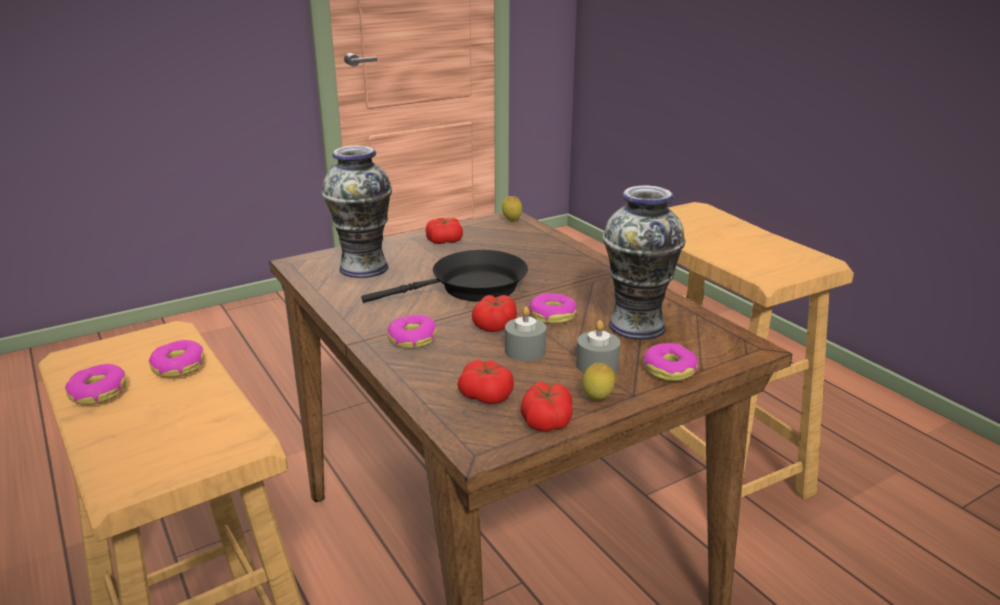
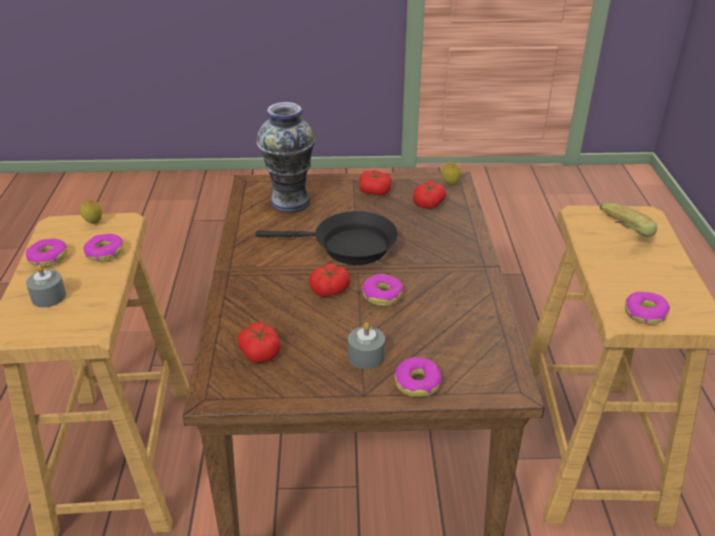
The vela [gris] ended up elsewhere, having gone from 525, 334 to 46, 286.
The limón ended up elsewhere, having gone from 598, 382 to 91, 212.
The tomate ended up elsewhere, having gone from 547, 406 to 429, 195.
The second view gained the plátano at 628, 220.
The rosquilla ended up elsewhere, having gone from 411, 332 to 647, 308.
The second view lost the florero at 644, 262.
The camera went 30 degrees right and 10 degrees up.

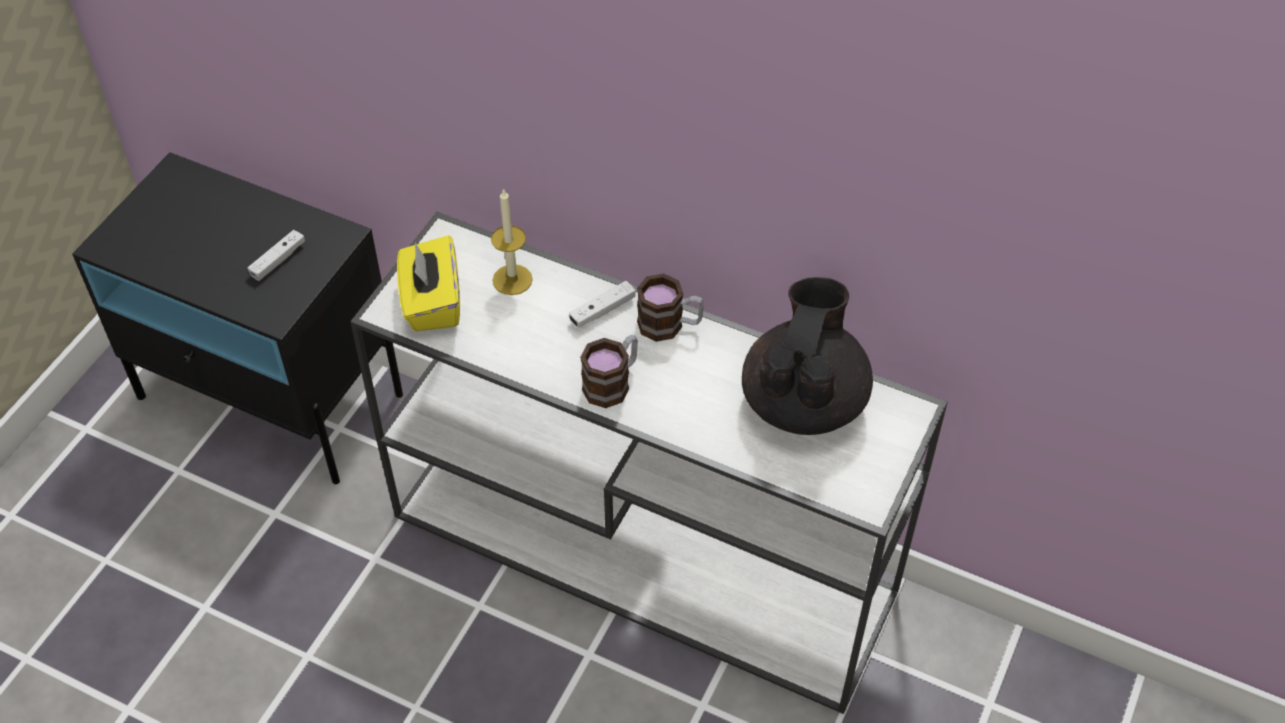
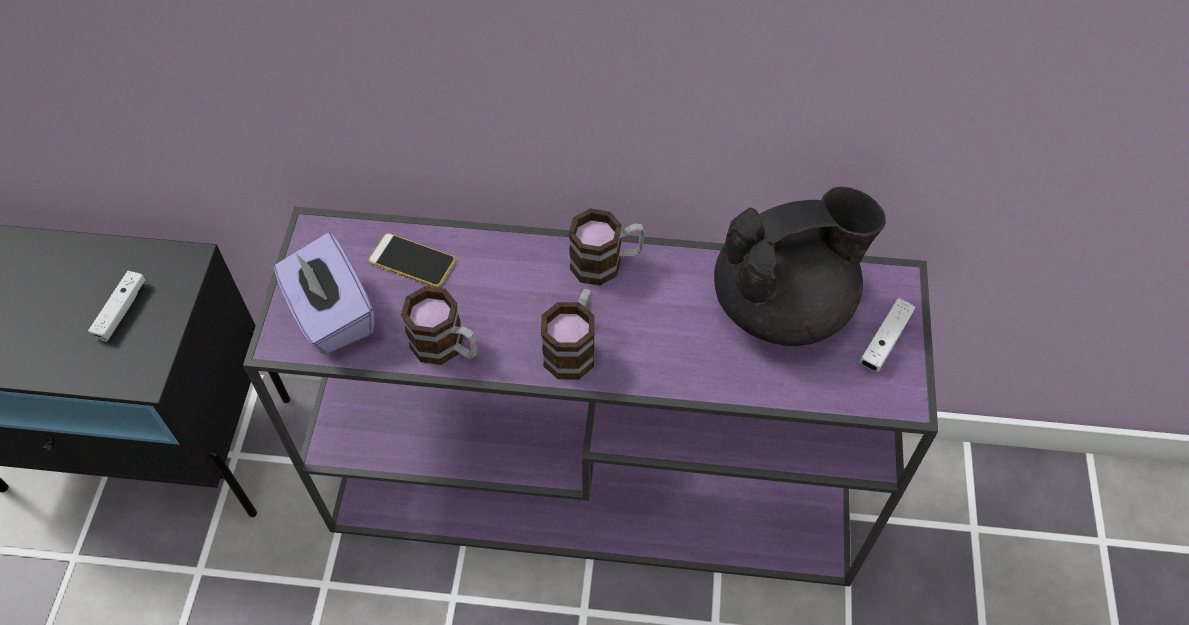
What was the mesa consola [blanco] at 649, 463 turned into the mesa consola [morado] at 590, 396.
What was the caja de pañuelos [amarillo] at 428, 283 turned into the caja de pañuelos [morado] at 324, 293.
Where the vela stood at 512, 241, the móvil came to stand at 412, 260.
The second view gained the taza grande at 439, 325.
The tetera [negro] at 807, 356 ended up facing another way, 75 degrees clockwise from before.
The mando de consola [blanco] ended up elsewhere, having gone from 602, 304 to 887, 335.
The camera went 20 degrees left and 5 degrees up.

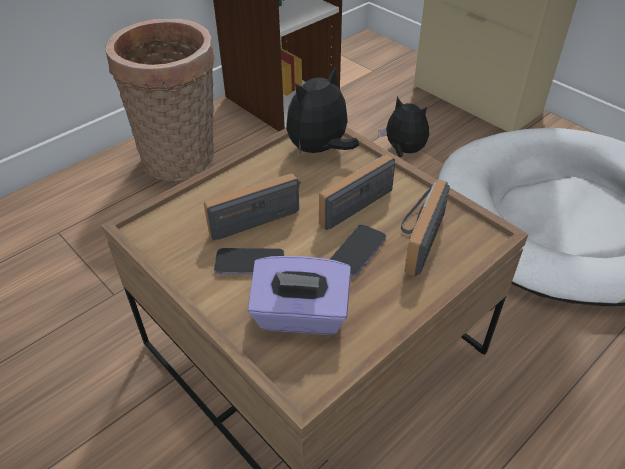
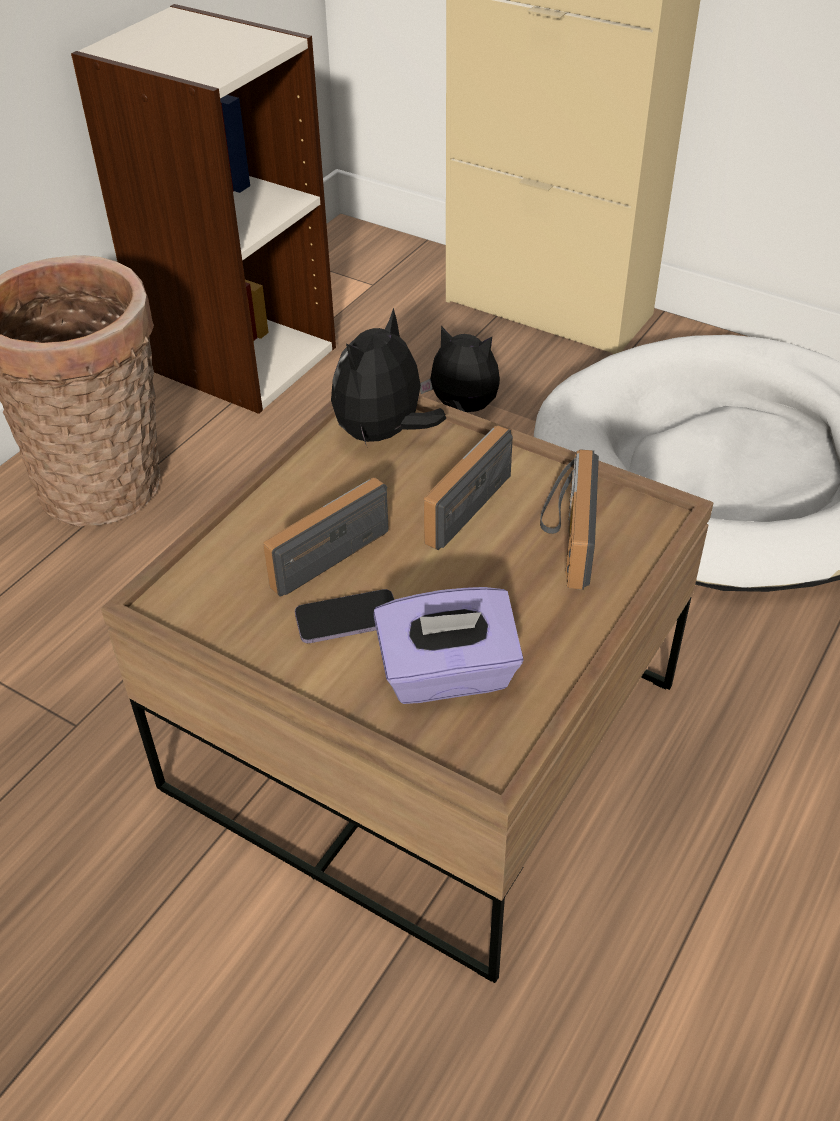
The second view lost the móvil at 358, 250.
The camera went 15 degrees left and 0 degrees up.

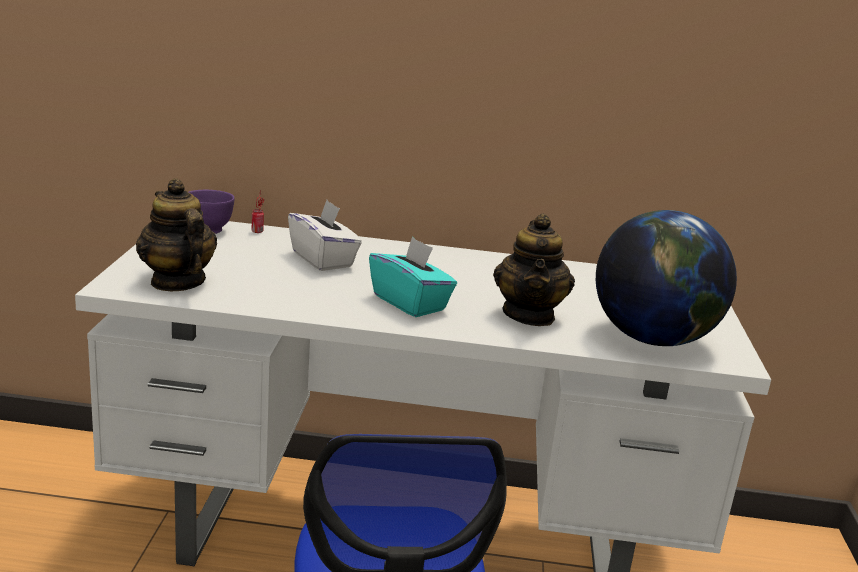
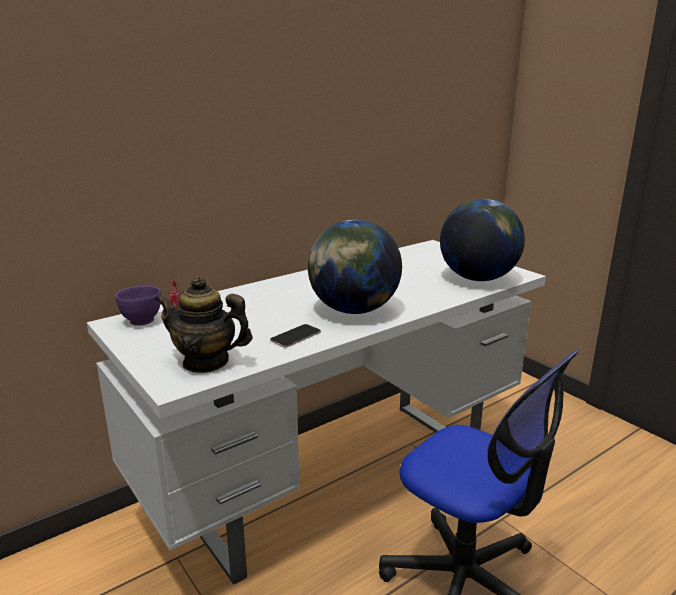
The second view gained the móvil at 295, 335.
Where the caja de pañuelos [turquesa] stood at 413, 277, the globo terráqueo came to stand at 355, 267.
The second view lost the caja de pañuelos [blanco] at 325, 235.
The second view lost the tetera at 534, 269.
The camera went 40 degrees left and 0 degrees up.

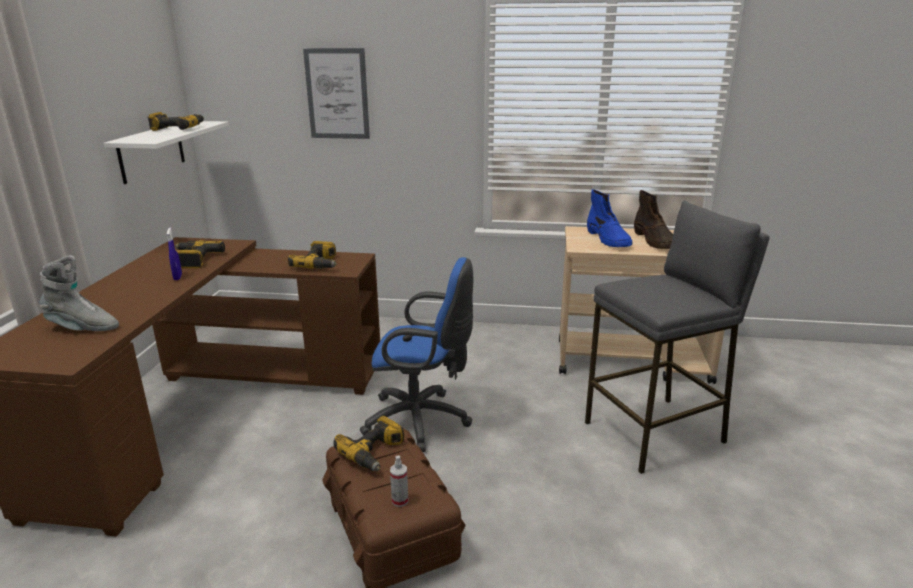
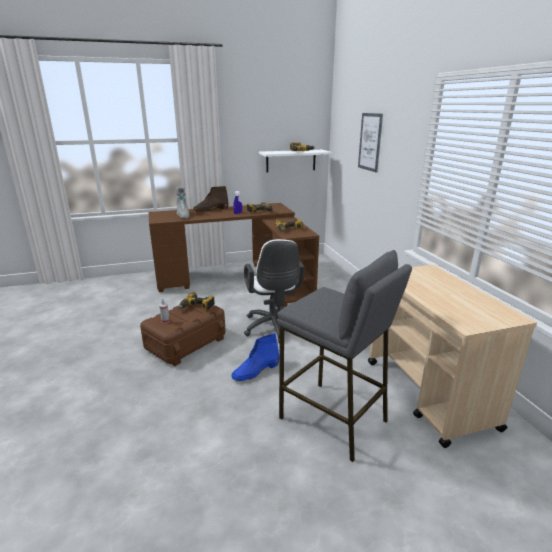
The bota [marrón] ended up elsewhere, having gone from 653, 219 to 210, 199.
The bota [azul] ended up elsewhere, having gone from 610, 218 to 255, 357.
What was the silla de oficina [azul] at 416, 354 turned into the silla de oficina [blanco] at 274, 291.
The camera went 65 degrees right and 0 degrees up.

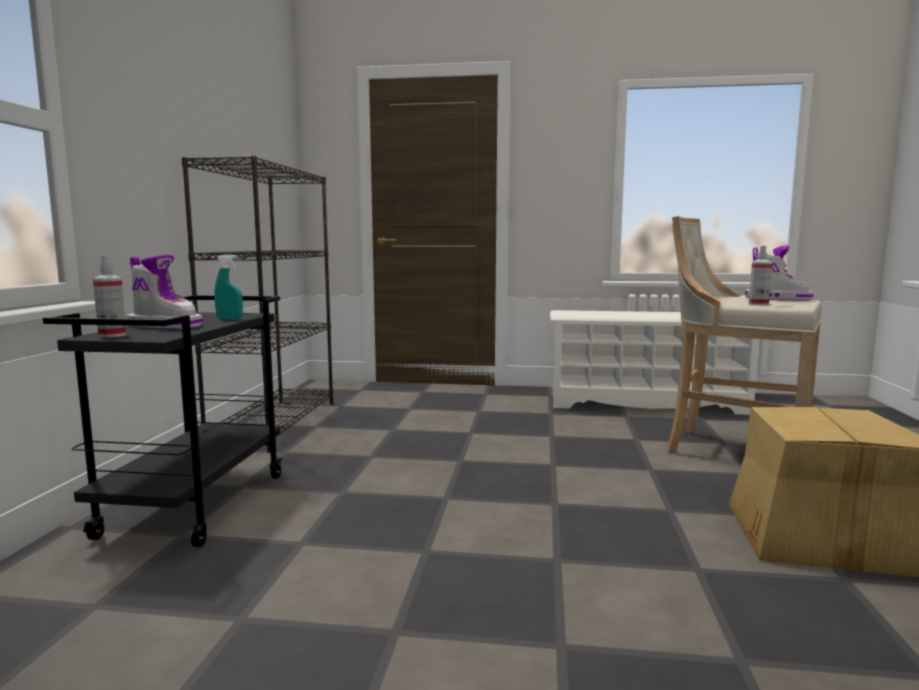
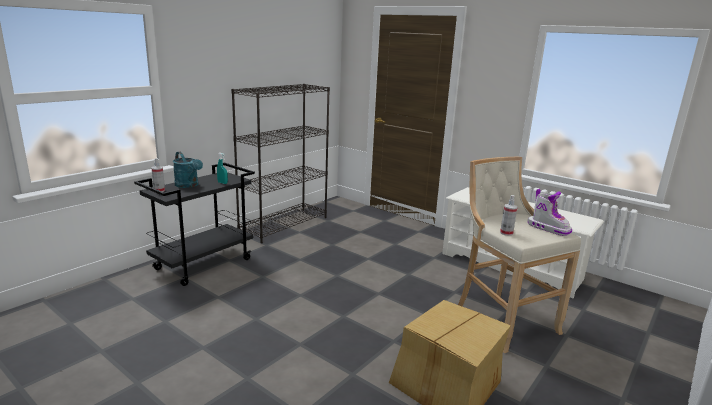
Where the bota stood at 164, 292, the regadera [turquesa] came to stand at 188, 170.
The camera went 30 degrees right and 10 degrees up.

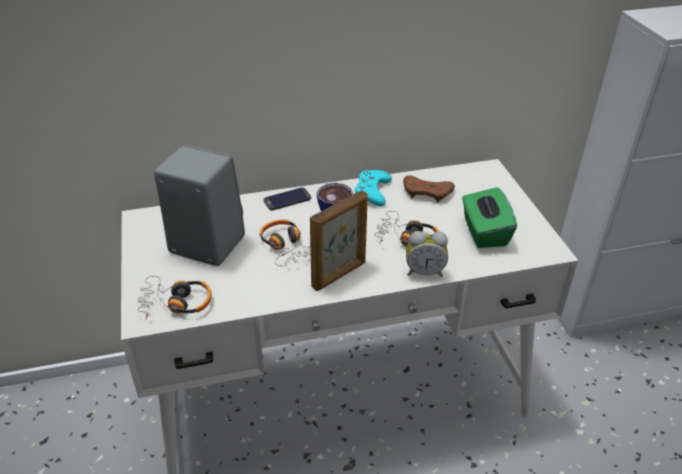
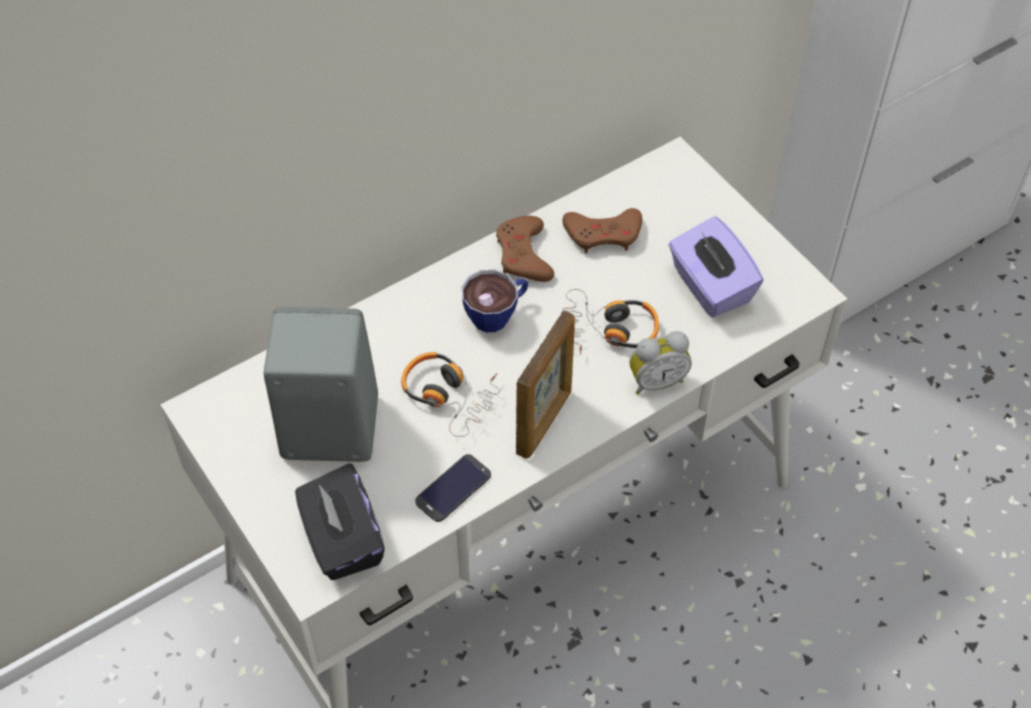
Where the auriculares stood at 174, 297, the caja de pañuelos [negro] came to stand at 340, 521.
The móvil ended up elsewhere, having gone from 287, 198 to 453, 488.
What was the mando de consola [turquesa] at 373, 188 turned into the mando de consola [marrón] at 525, 249.
What was the caja de pañuelos [verde] at 489, 217 turned into the caja de pañuelos [morado] at 716, 266.
The camera went 20 degrees left and 15 degrees up.

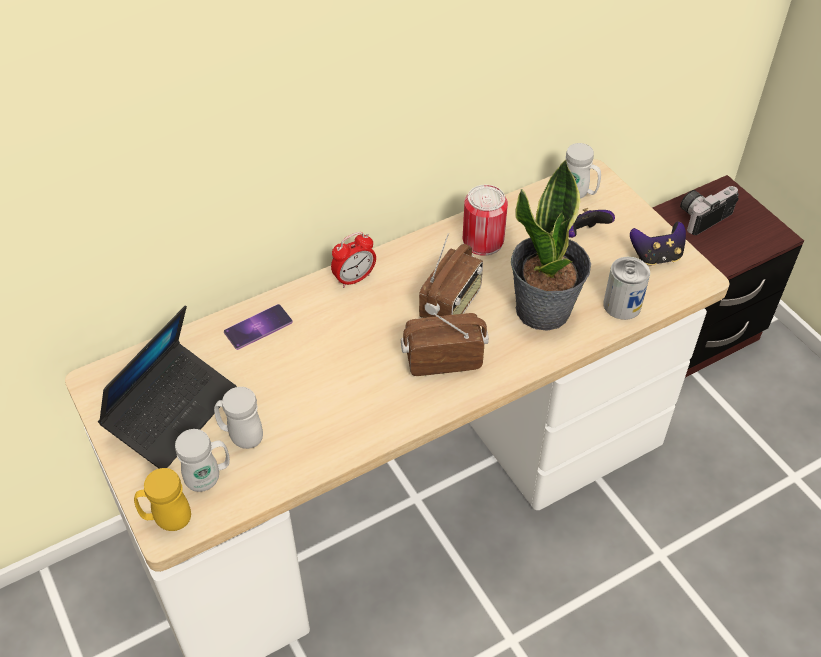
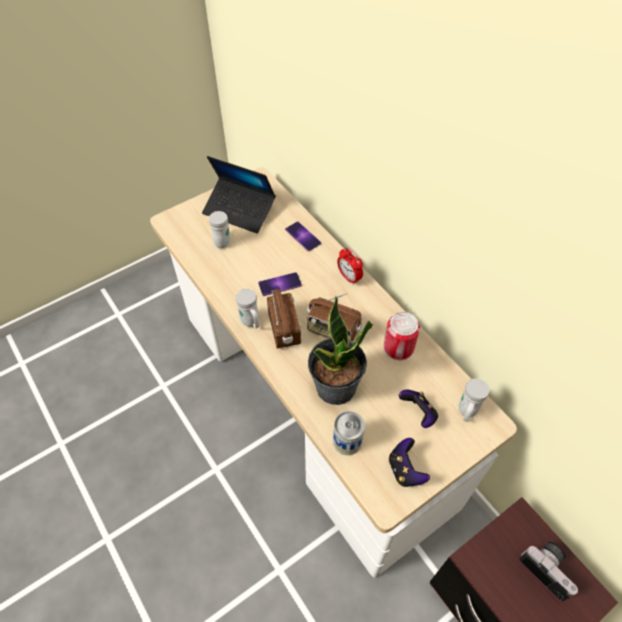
The taza grande [blanco] ended up elsewhere, having gone from 202, 460 to 247, 308.
The second view gained the móvil at 280, 284.
The second view lost the taza grande [amarillo] at 162, 499.
The camera went 85 degrees right and 5 degrees up.

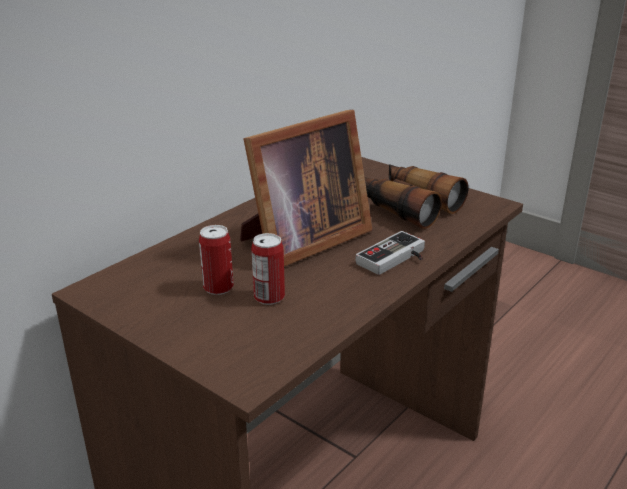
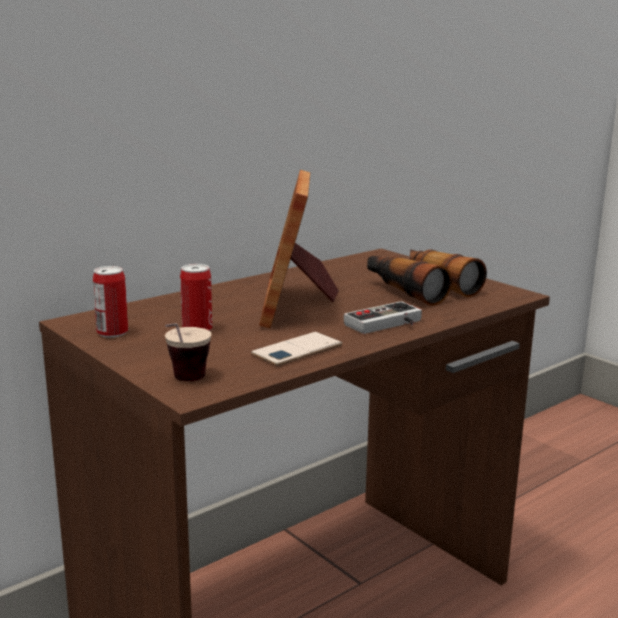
The lata ended up elsewhere, having gone from 268, 269 to 110, 302.
The second view gained the taza at 188, 352.
The second view gained the móvil at 296, 349.
The portarretratos at 306, 188 ended up facing another way, 120 degrees clockwise from before.
The camera went 10 degrees right and 10 degrees down.

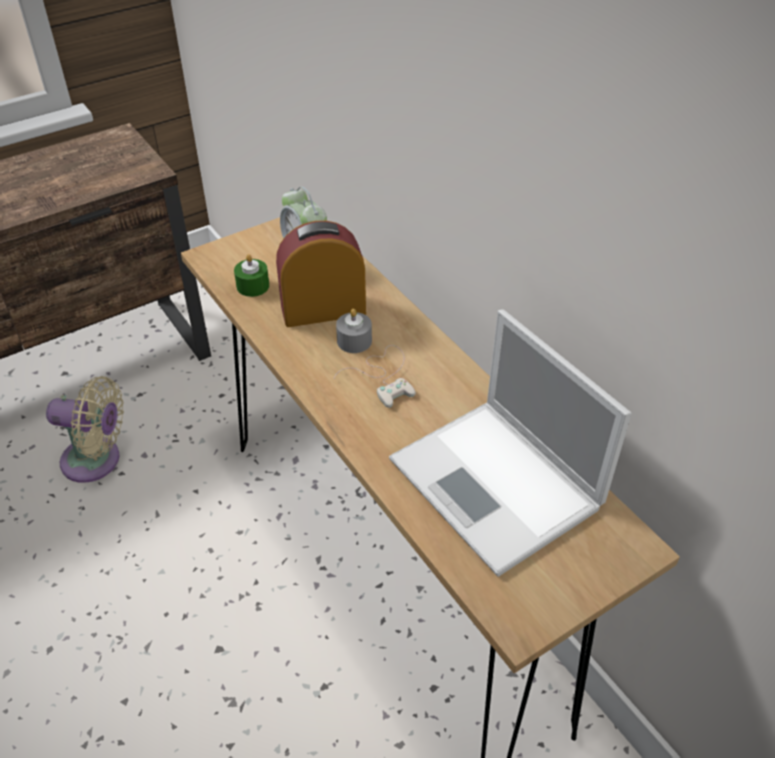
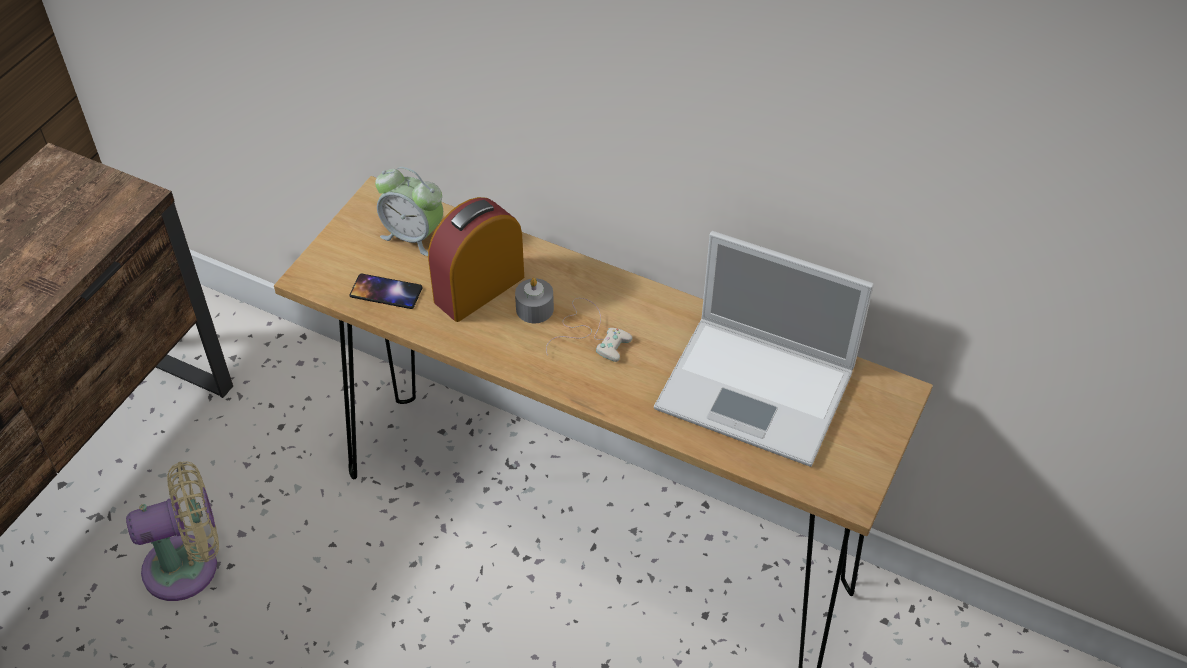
Where the vela [verde] stood at 251, 275, the móvil came to stand at 386, 291.
The camera went 30 degrees left and 5 degrees up.

